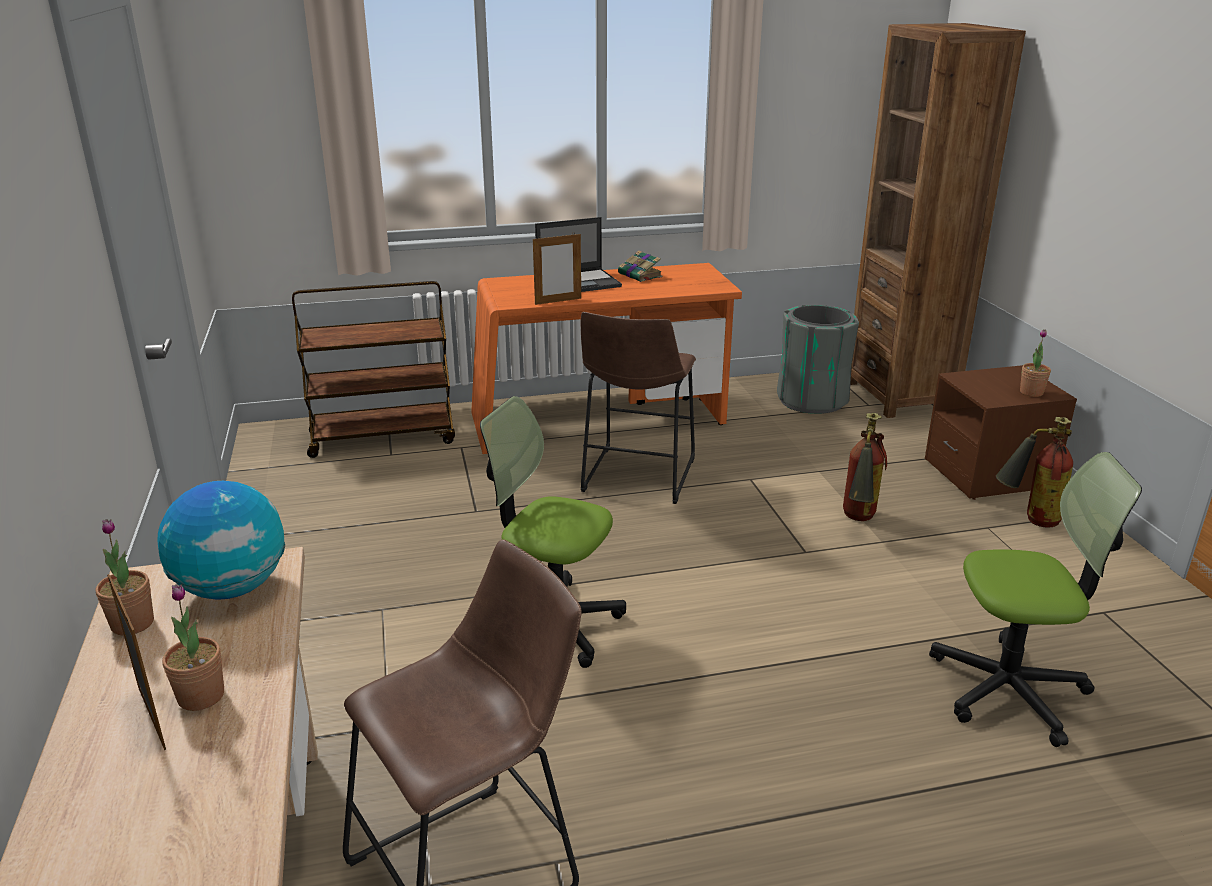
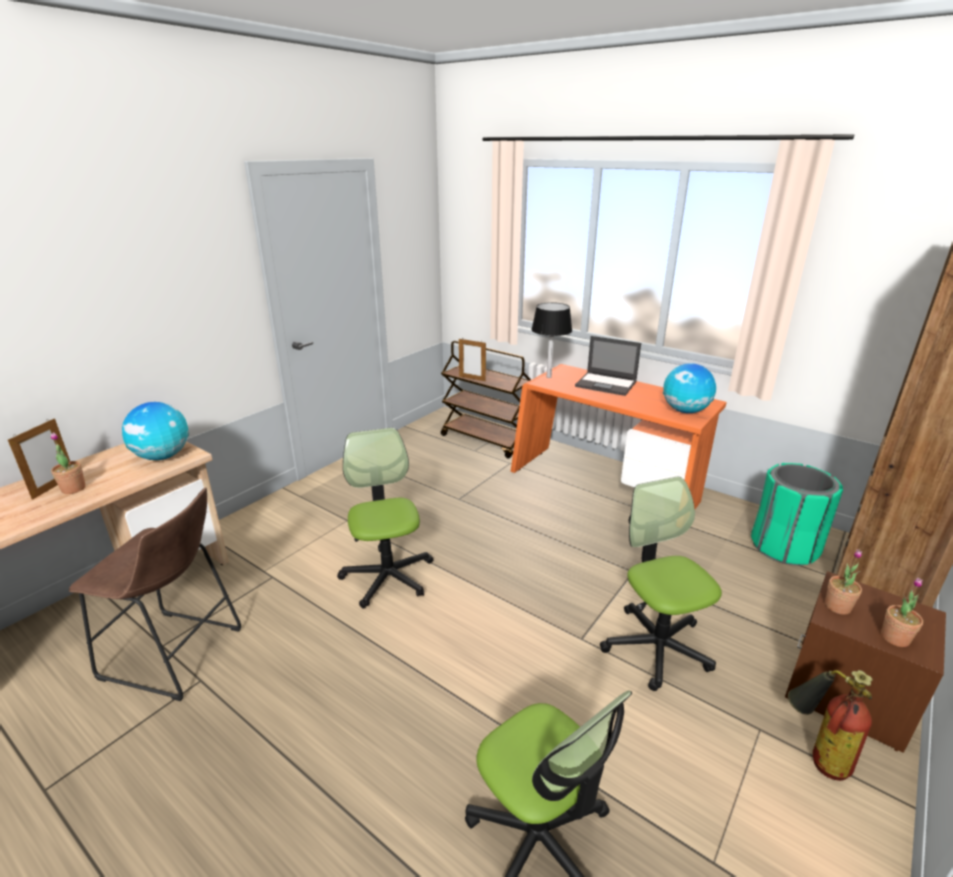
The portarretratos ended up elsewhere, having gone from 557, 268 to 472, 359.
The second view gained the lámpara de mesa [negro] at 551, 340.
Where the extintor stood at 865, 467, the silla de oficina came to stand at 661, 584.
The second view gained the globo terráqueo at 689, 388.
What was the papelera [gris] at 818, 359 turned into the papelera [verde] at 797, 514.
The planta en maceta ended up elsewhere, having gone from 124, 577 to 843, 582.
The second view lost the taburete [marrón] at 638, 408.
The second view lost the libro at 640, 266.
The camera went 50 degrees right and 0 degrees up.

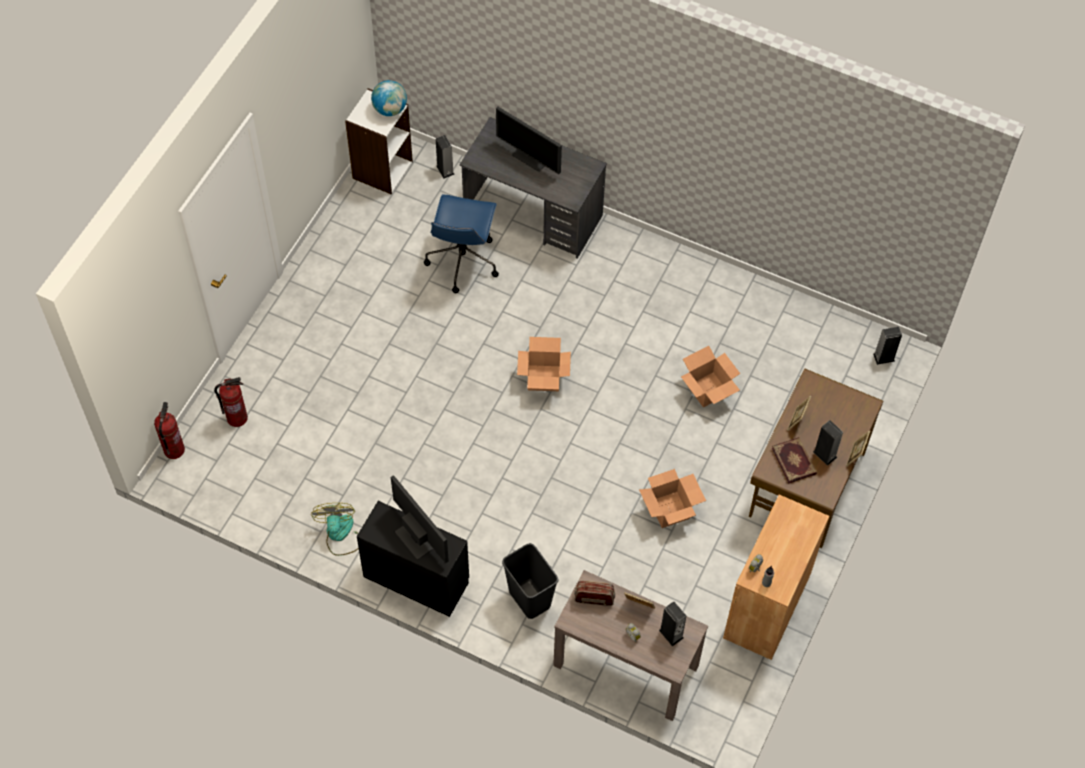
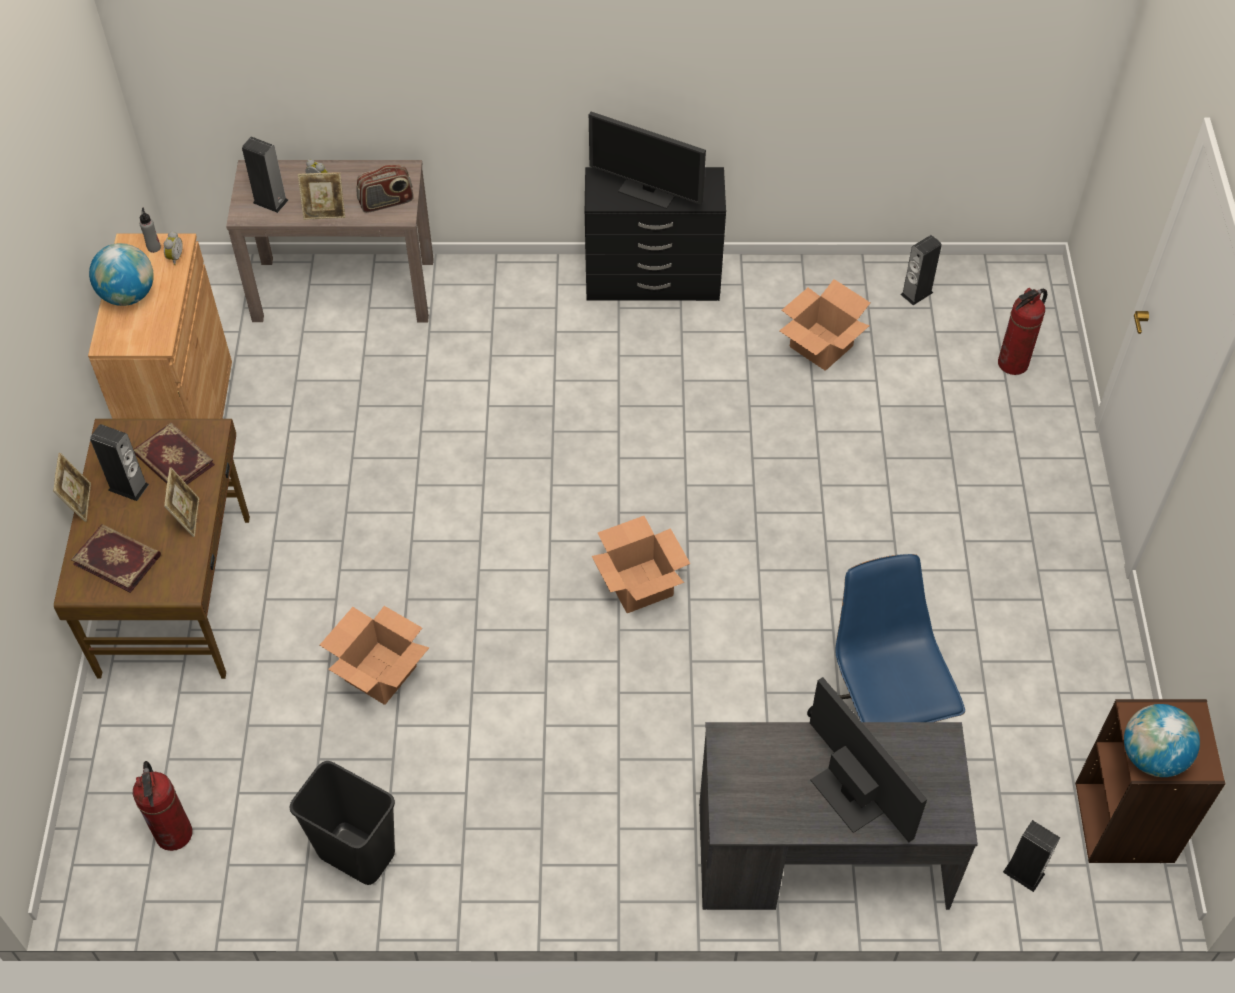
The second view gained the libro at 116, 558.
The second view gained the globo terráqueo at 121, 274.
The extintor ended up elsewhere, having gone from 169, 430 to 162, 806.
The papelera [negro] ended up elsewhere, having gone from 530, 581 to 342, 823.
The caja de cartón ended up elsewhere, having gone from 672, 498 to 824, 325.
The monitor at 529, 140 ended up facing another way, 45 degrees clockwise from before.
The altavoz ended up elsewhere, having gone from 887, 346 to 921, 270.
What was the estantería [blanco] at 379, 141 turned into the estantería [marrón] at 1150, 781.
The second view lost the ventilador at 335, 529.
The camera went 155 degrees right and 5 degrees down.

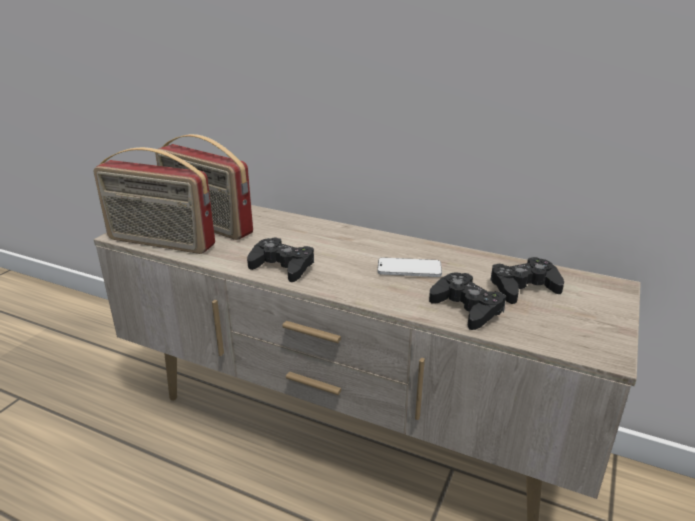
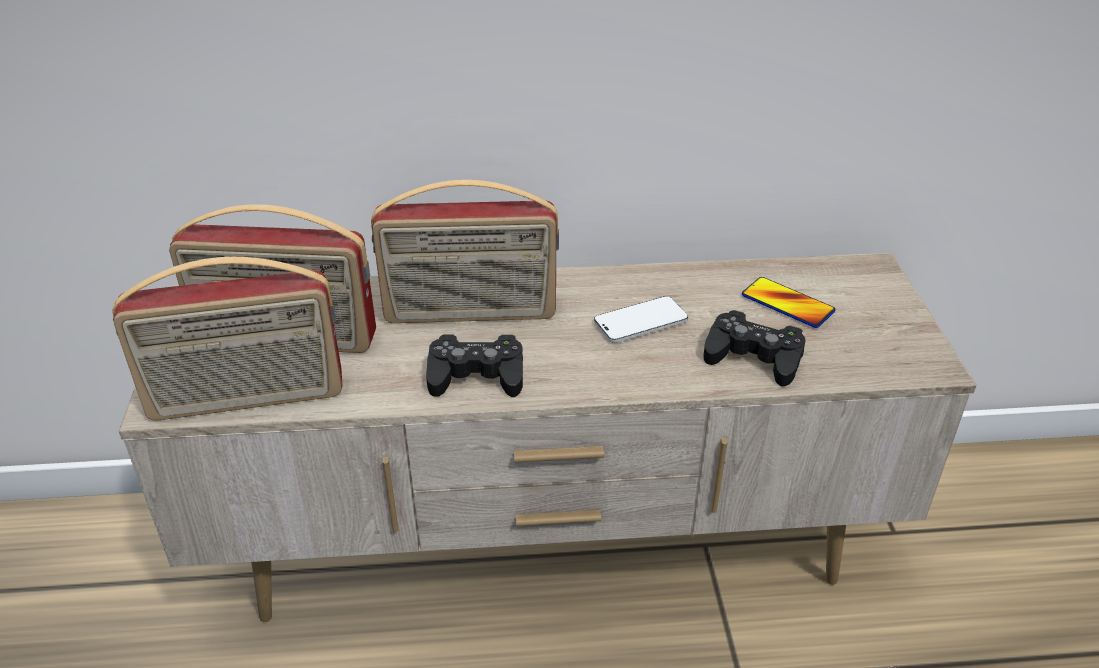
The second view gained the radio at 465, 251.
Where the mando de consola [negro] stood at 527, 280, the móvil came to stand at 788, 302.
The camera went 30 degrees left and 10 degrees up.

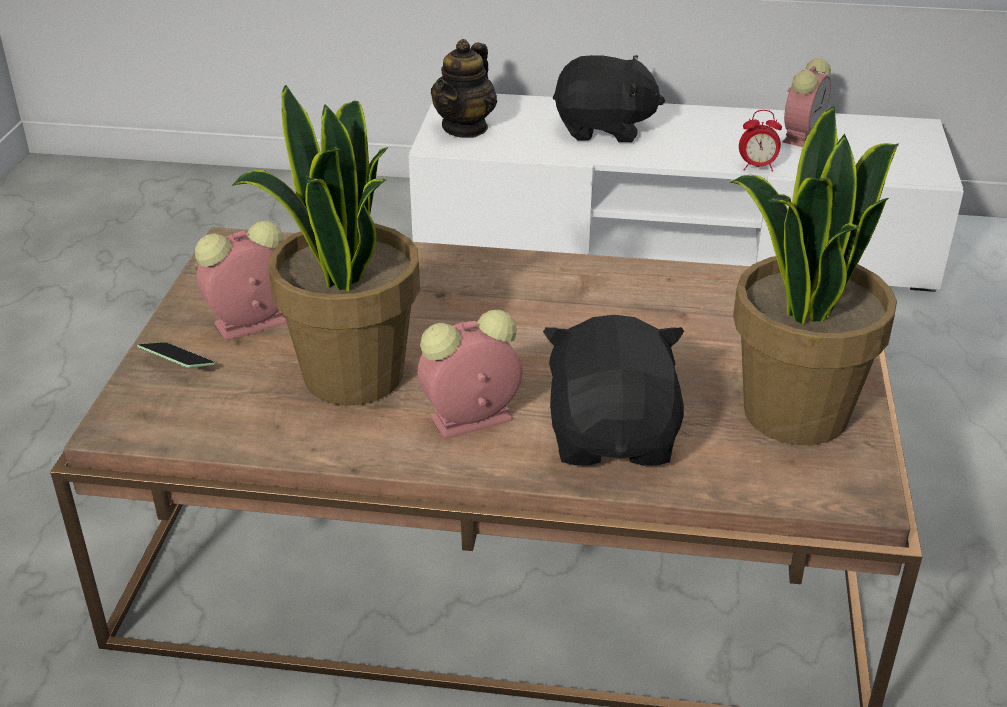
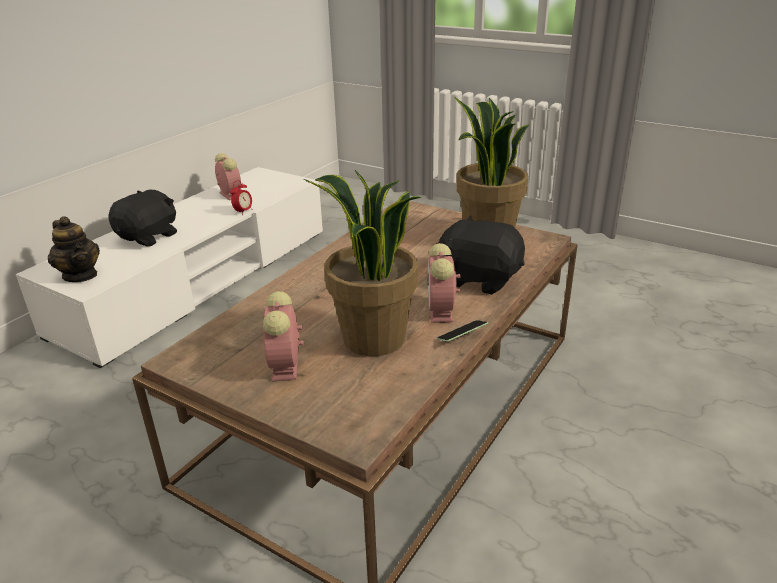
The móvil ended up elsewhere, having gone from 176, 355 to 462, 331.
The camera went 65 degrees left and 5 degrees down.

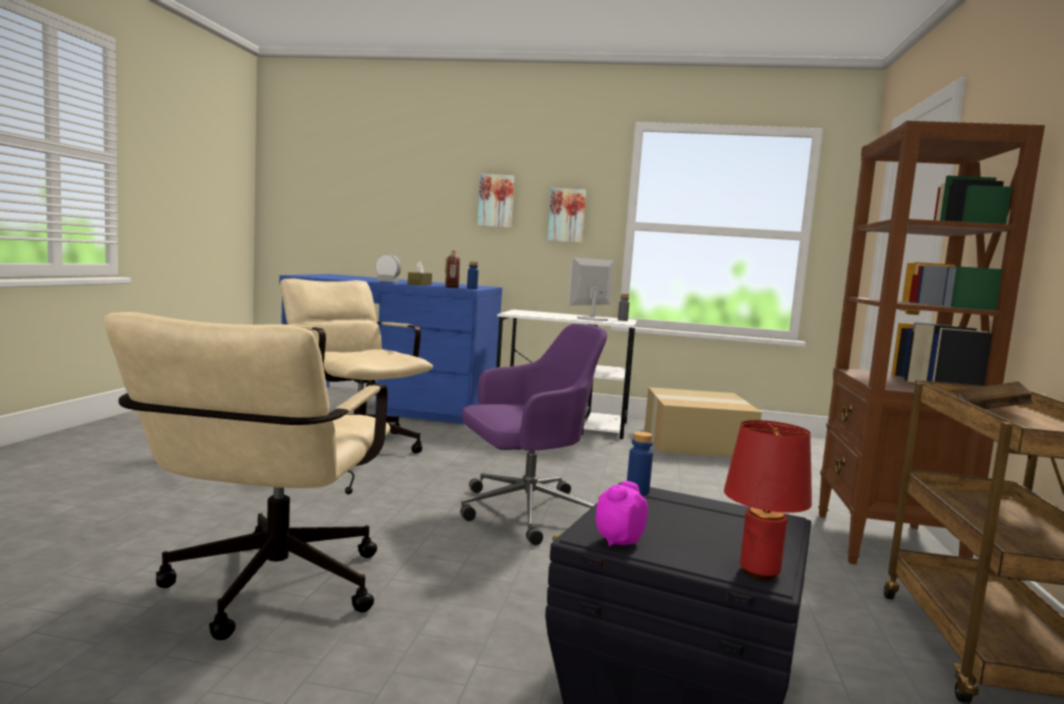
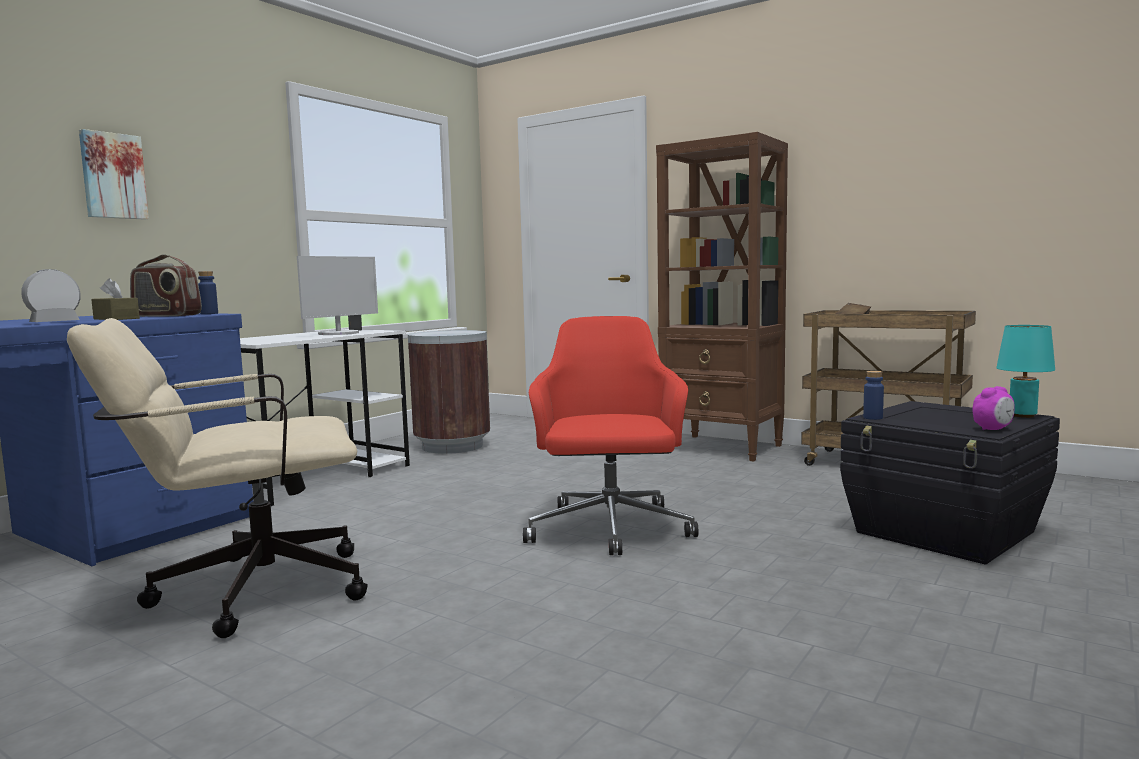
The monitor at 591, 289 ended up facing another way, 120 degrees counterclockwise from before.
Where the caja de cartón stood at 703, 422, the papelera [marrón] came to stand at 449, 392.
What was the silla de oficina [morado] at 533, 434 turned into the silla de oficina [rojo] at 610, 435.
The despertador at 622, 514 ended up facing another way, 90 degrees counterclockwise from before.
What was the lámpara de mesa [rojo] at 768, 500 turned into the lámpara de mesa [turquesa] at 1025, 371.
The second view lost the silla de oficina [beis] at 247, 476.
The second view lost the cuadro at 567, 215.
The camera went 65 degrees left and 0 degrees up.

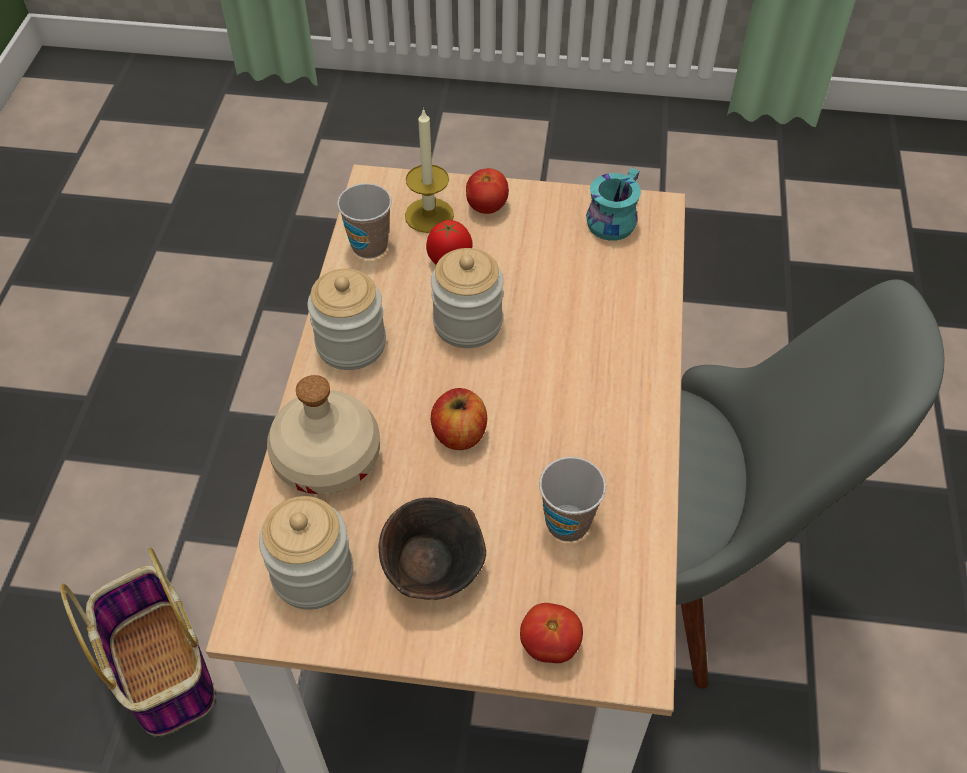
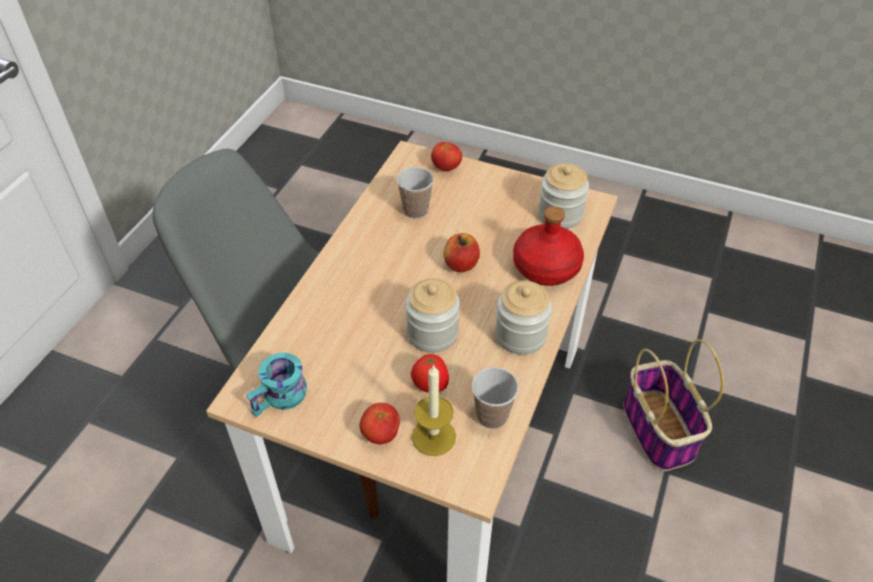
What was the botella [beis] at 323, 434 turned into the botella [rojo] at 548, 246.
The second view lost the cuenco [marrón] at 432, 549.
The camera went 165 degrees left and 5 degrees down.

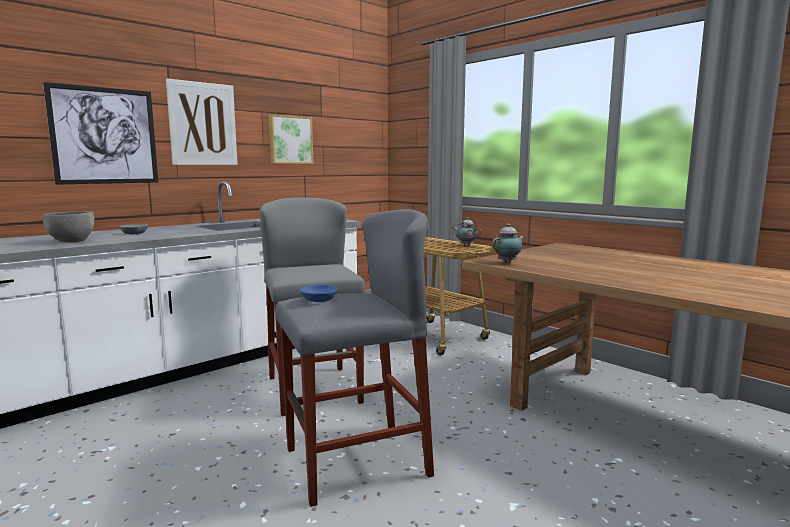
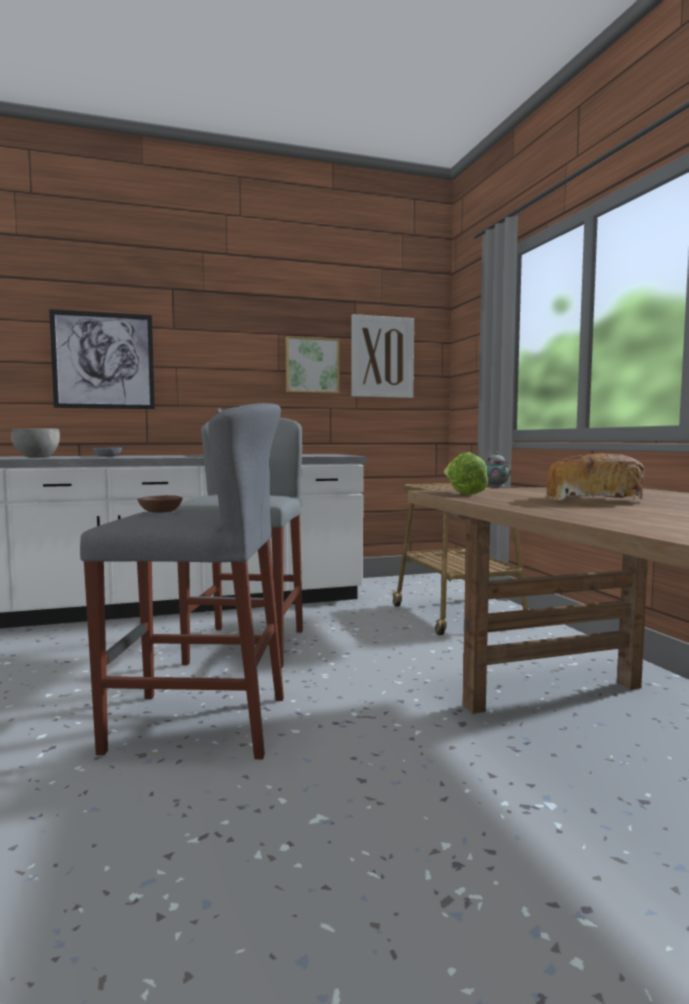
What was the cuenco [azul] at 318, 293 turned into the cuenco [marrón] at 160, 504.
The cuadro ended up elsewhere, having gone from 202, 122 to 382, 356.
Where the tetera stood at 508, 243, the lechuga came to stand at 466, 473.
The second view gained the pan at 596, 477.
The camera went 25 degrees right and 5 degrees down.

